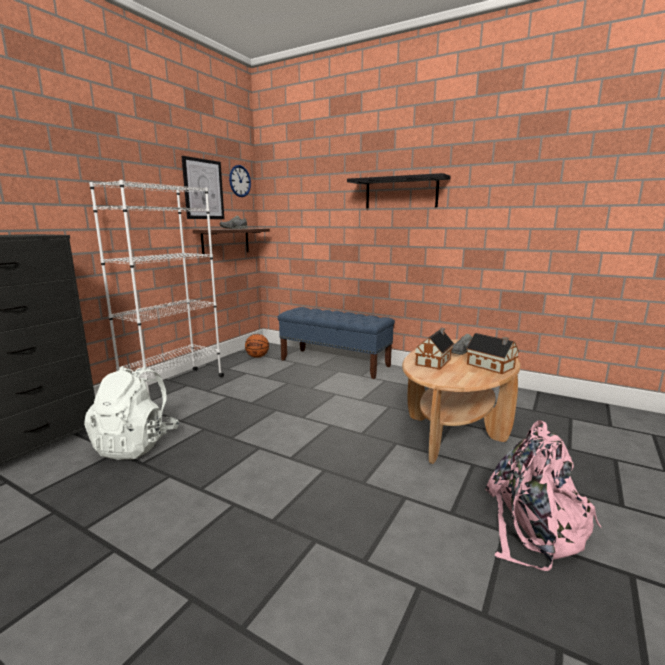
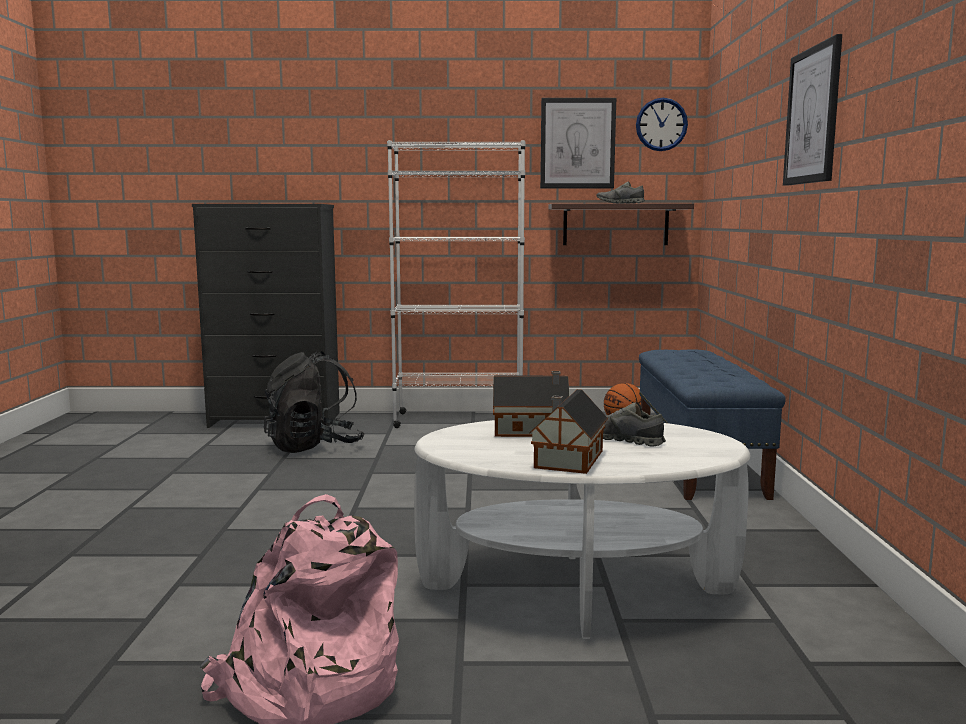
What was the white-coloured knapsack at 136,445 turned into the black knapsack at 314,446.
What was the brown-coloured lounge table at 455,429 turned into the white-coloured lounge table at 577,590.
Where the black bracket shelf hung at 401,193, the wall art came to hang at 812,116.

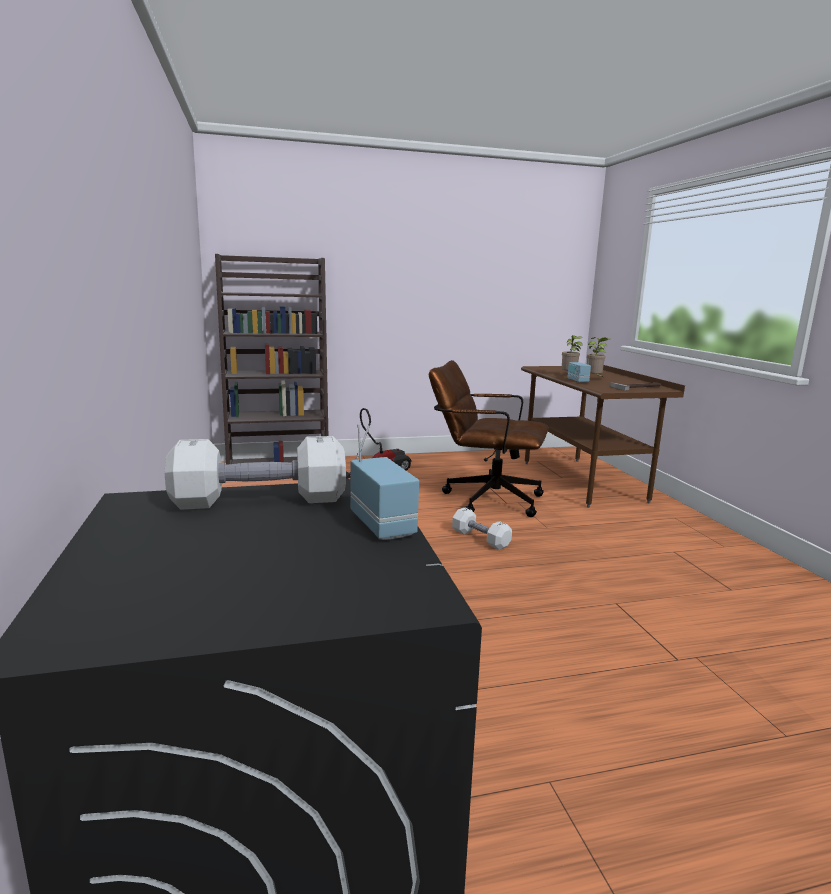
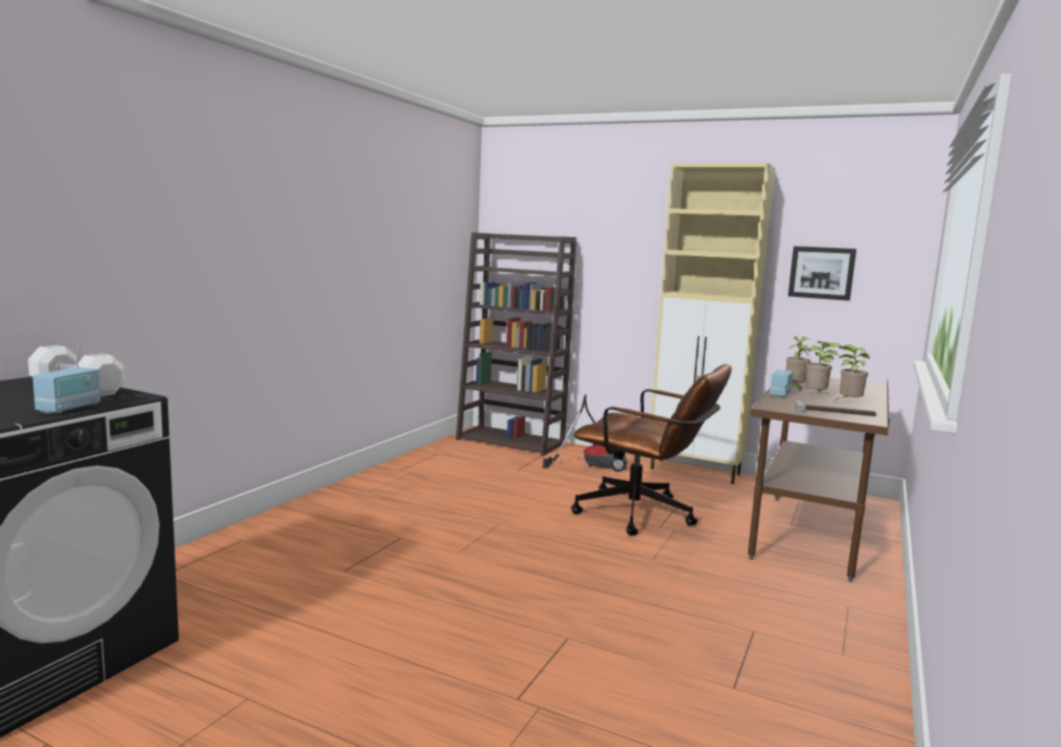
The brown-coloured desk chair at 484,498 ended up facing another way, 150 degrees clockwise from before.
The second view gained the beige-coloured cabinet at 696,472.
The second view gained the wall art at 821,273.
The second view gained the potted plant at 848,403.
The second view lost the white-coloured hand weight at 480,539.

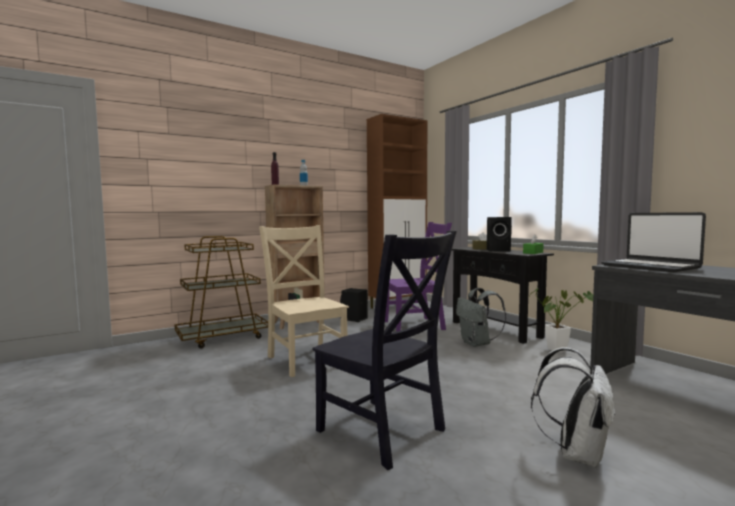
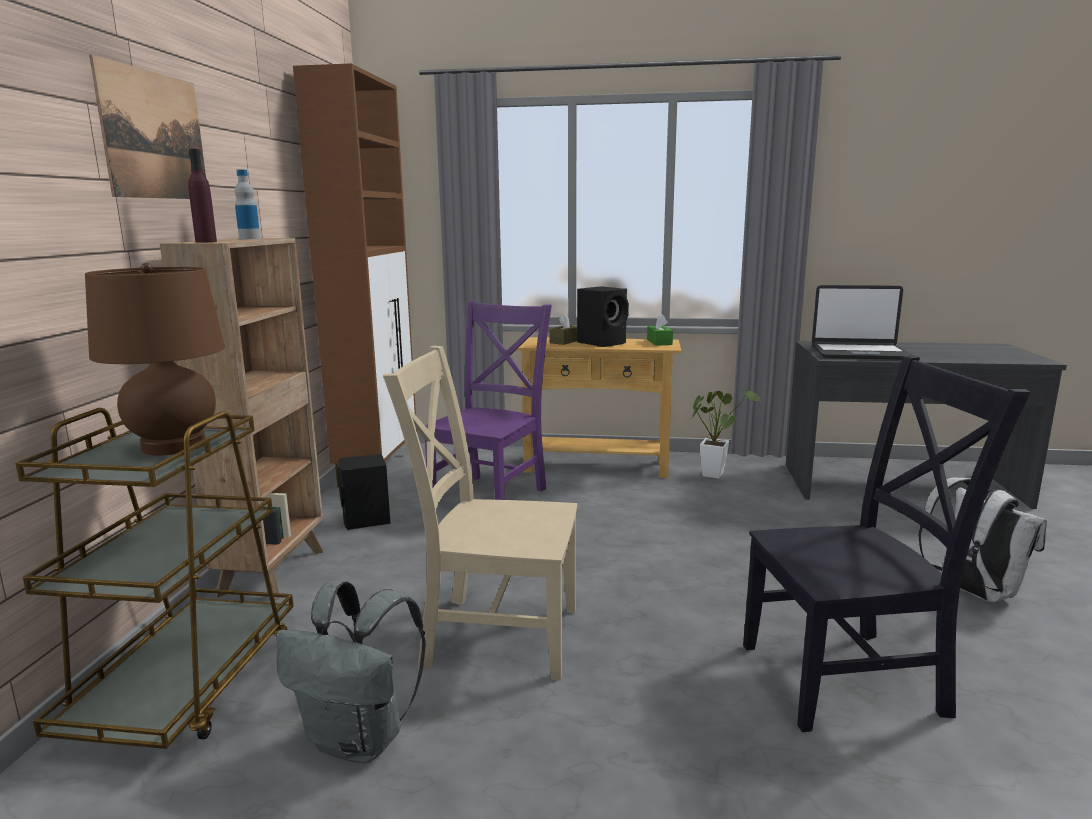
The second view gained the brown-coloured lamp for a table at 174,446.
The second view gained the wall art at 154,135.
The gray knapsack ended up elsewhere, having gone from 477,344 to 360,740.
What was the black hall table at 495,329 turned into the beige-coloured hall table at 596,466.

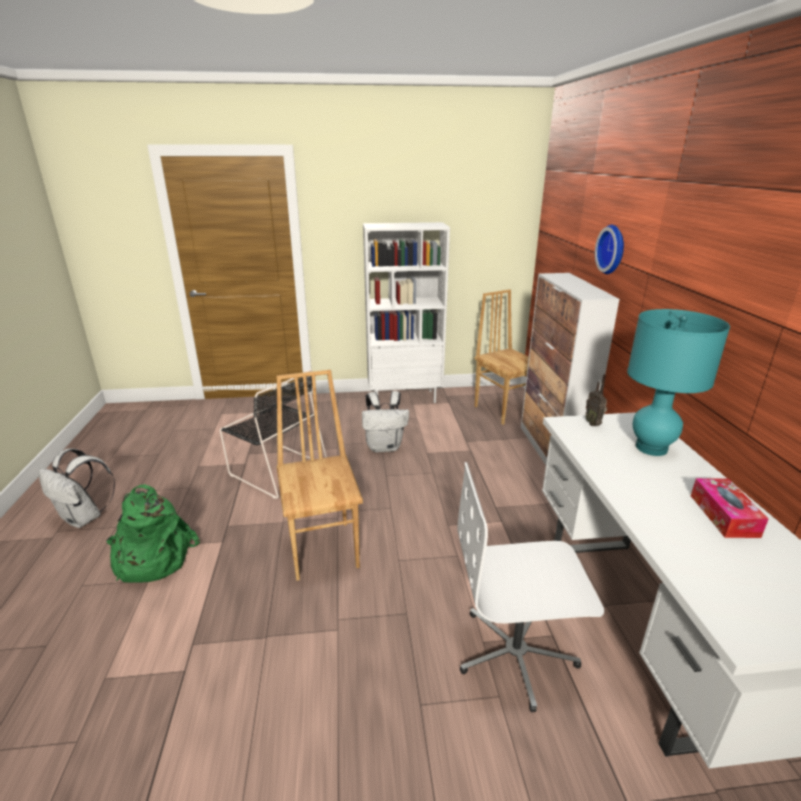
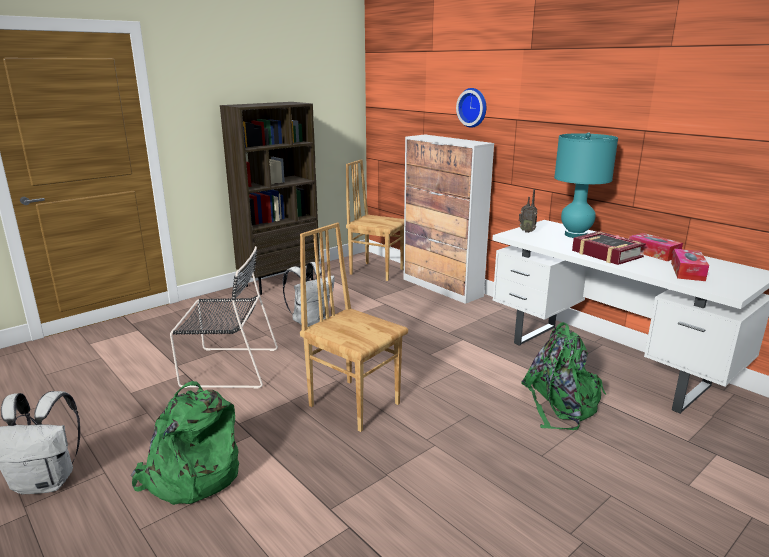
What was the white-coloured bookcase at 405,397 turned into the brown-coloured bookcase at 279,282.
Where the white-coloured desk chair stood at 516,654, the greenish knapsack came to stand at 560,404.
The second view gained the volume at 606,254.
The second view gained the box of tissues at 687,271.

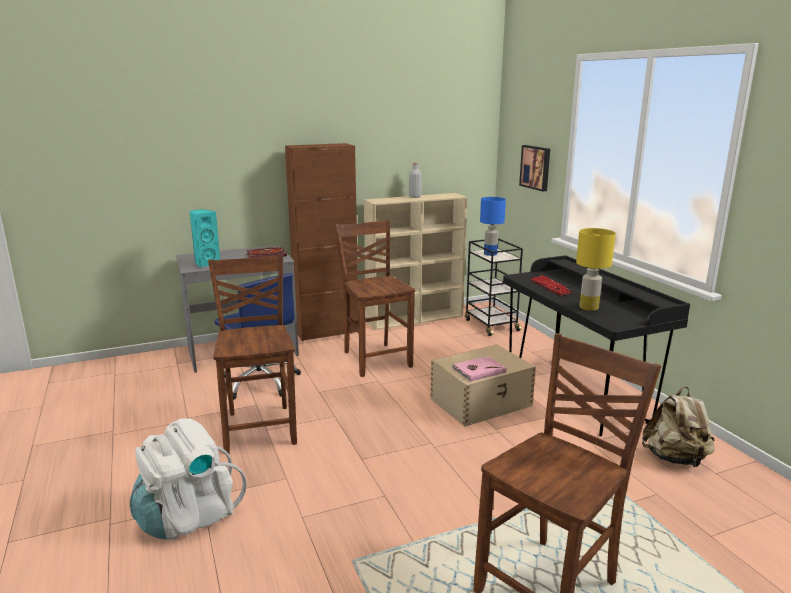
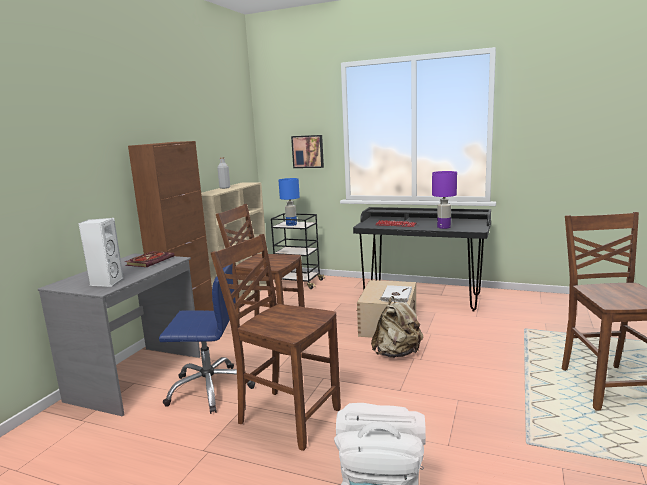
What was the blue-green speaker at 206,263 turned into the white-coloured speaker at 106,282.
The beige-coloured knapsack ended up elsewhere, having gone from 675,458 to 397,354.
What was the pinkish volume at 478,370 turned into the white-coloured volume at 396,296.
What was the yellow lamp for a table at 588,308 turned into the purple lamp for a table at 444,227.

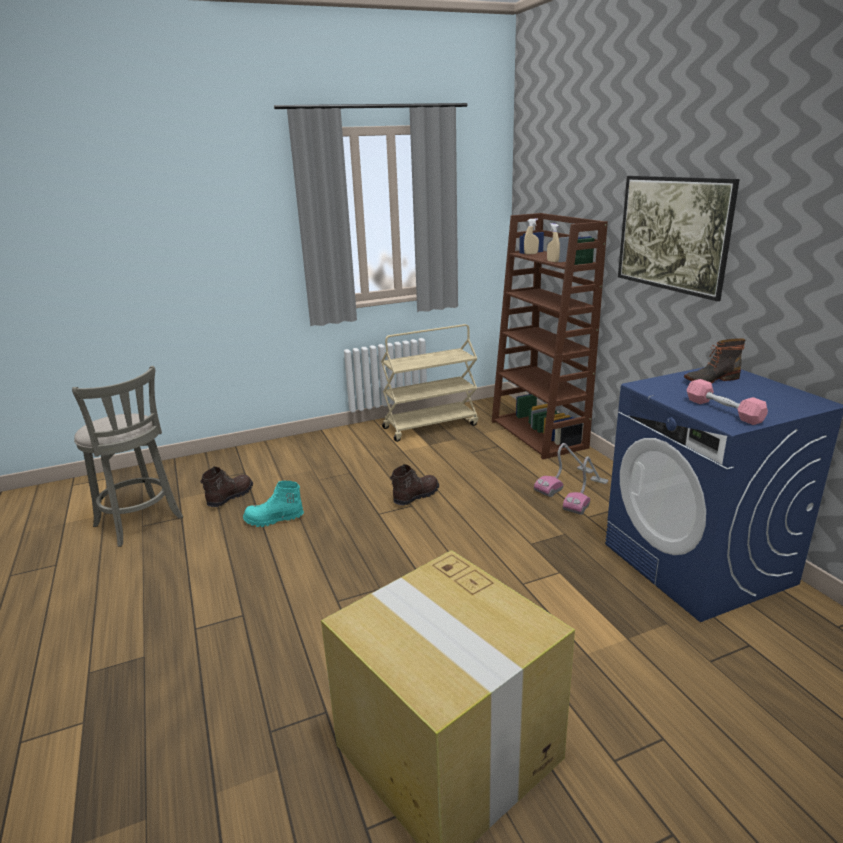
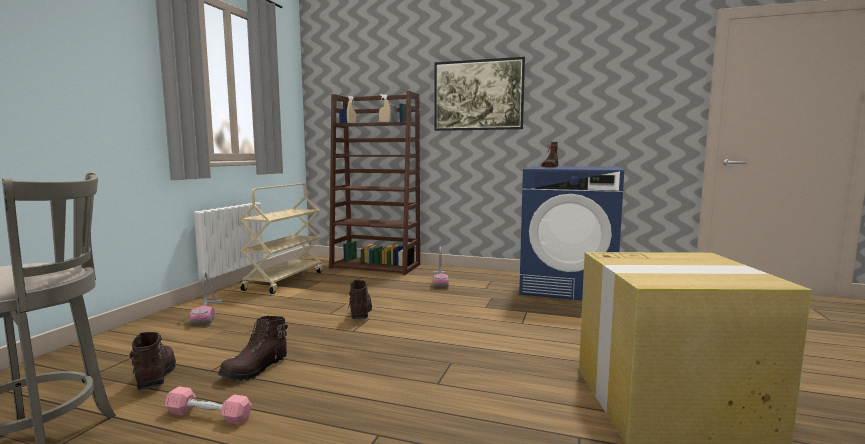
The pinkish hand weight ended up elsewhere, having gone from 723,410 to 209,415.
The vacuum cleaner ended up elsewhere, having gone from 586,496 to 208,312.
What was the blue-green boot at 274,519 turned into the brown-coloured boot at 256,369.

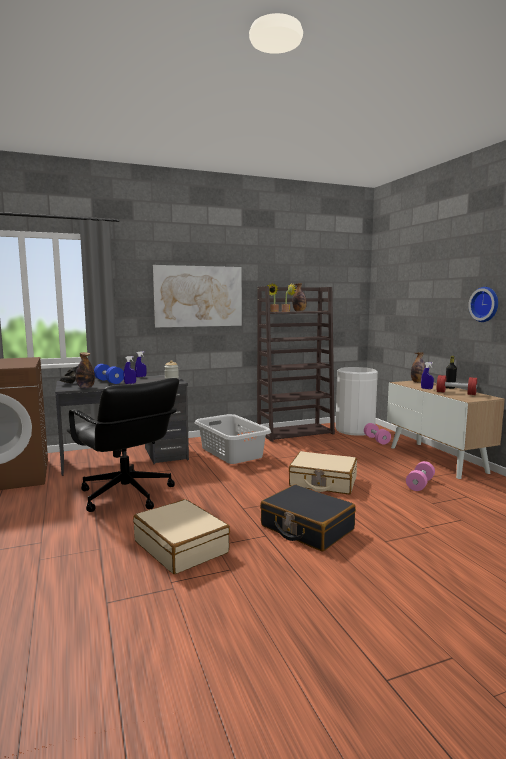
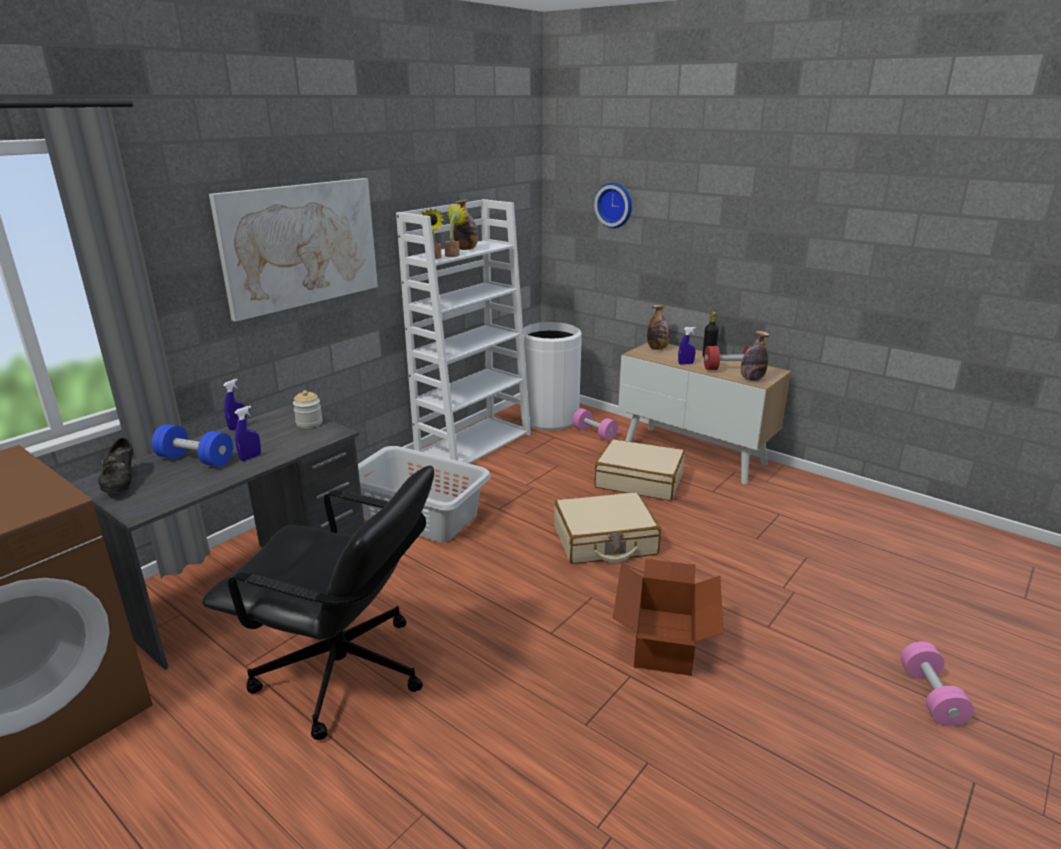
What was the brown-coloured bookcase at 295,432 turned into the white-coloured bookcase at 474,444.
The hanging clock ended up elsewhere, having gone from 485,304 to 615,205.
The beige-coloured travel case ended up elsewhere, having gone from 181,547 to 639,481.
Where the black travel case stood at 306,528, the cardboard box came to stand at 665,640.
The drink bottle ended up elsewhere, having gone from 85,387 to 751,379.
The pinkish hand weight ended up elsewhere, having gone from 420,484 to 930,696.

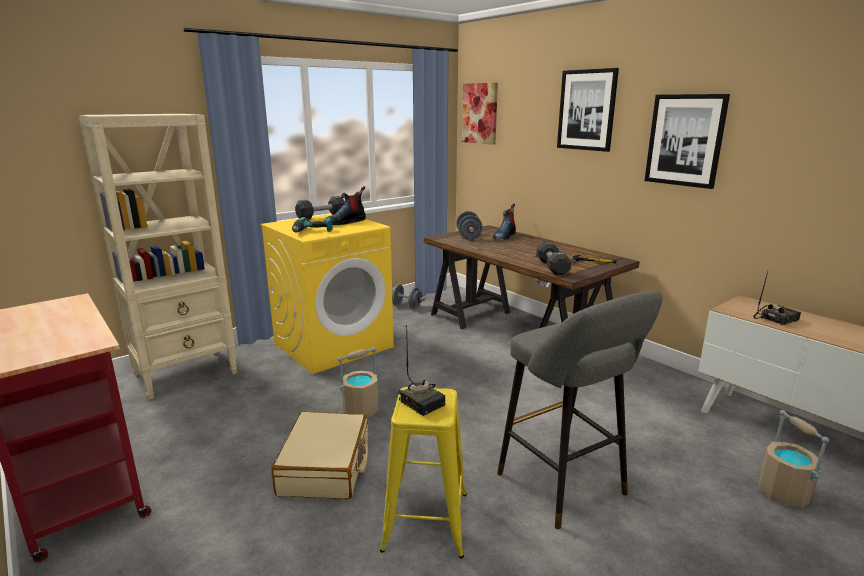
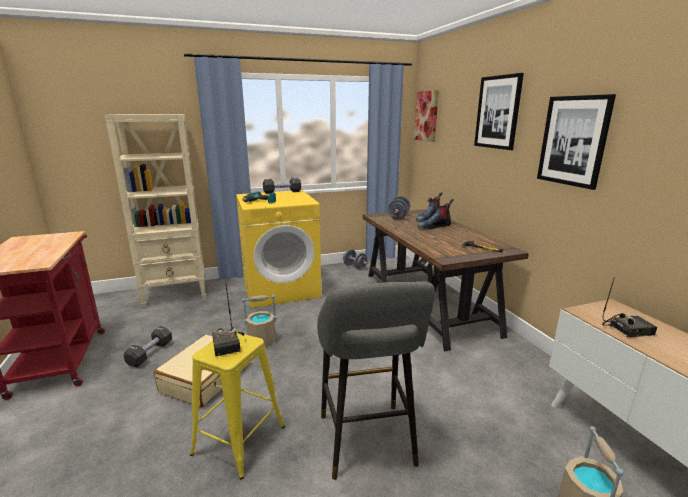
The black hand weight ended up elsewhere, having gone from 552,267 to 150,353.
The boot ended up elsewhere, having gone from 345,222 to 434,226.

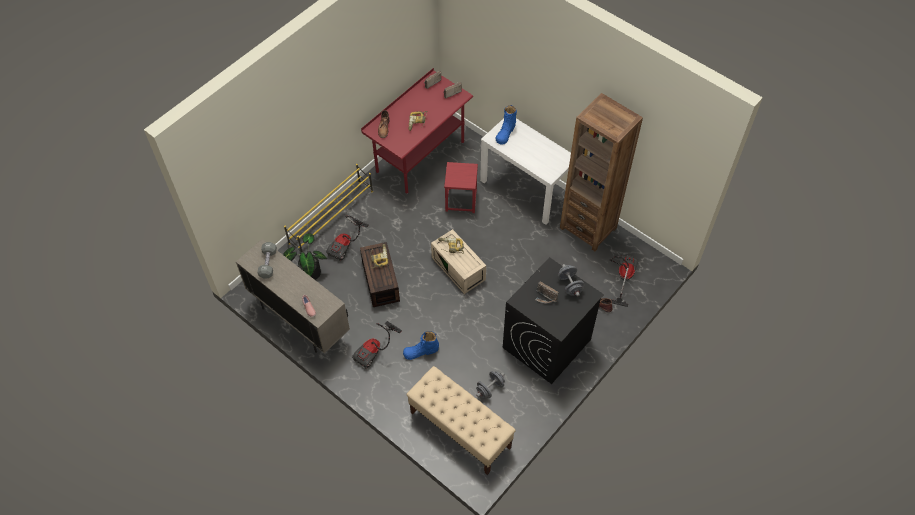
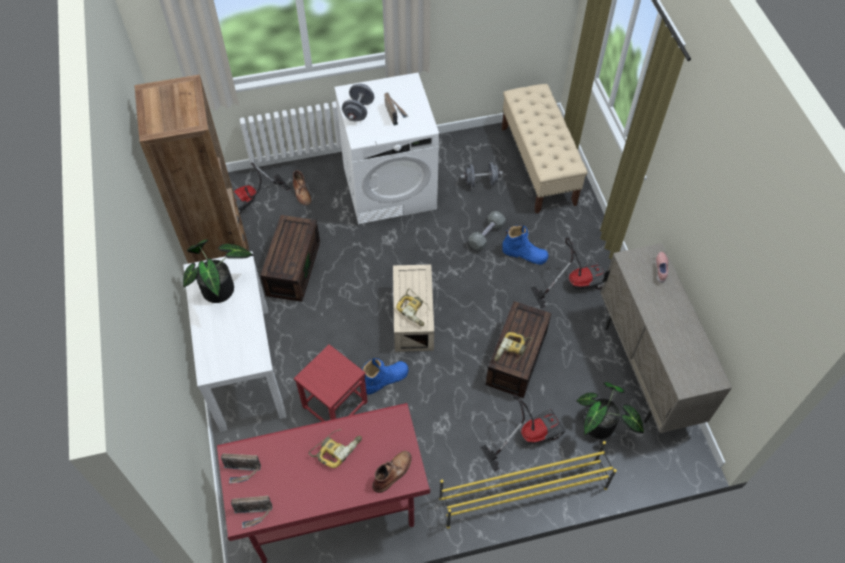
The second view gained the potted plant at 222,290.
The second view gained the brown-coloured storage bin at 292,267.
What was the black laundry appliance at 546,344 turned into the white-coloured laundry appliance at 390,188.
The bluish boot ended up elsewhere, having gone from 506,132 to 385,379.
The gray hand weight ended up elsewhere, having gone from 268,263 to 486,235.

